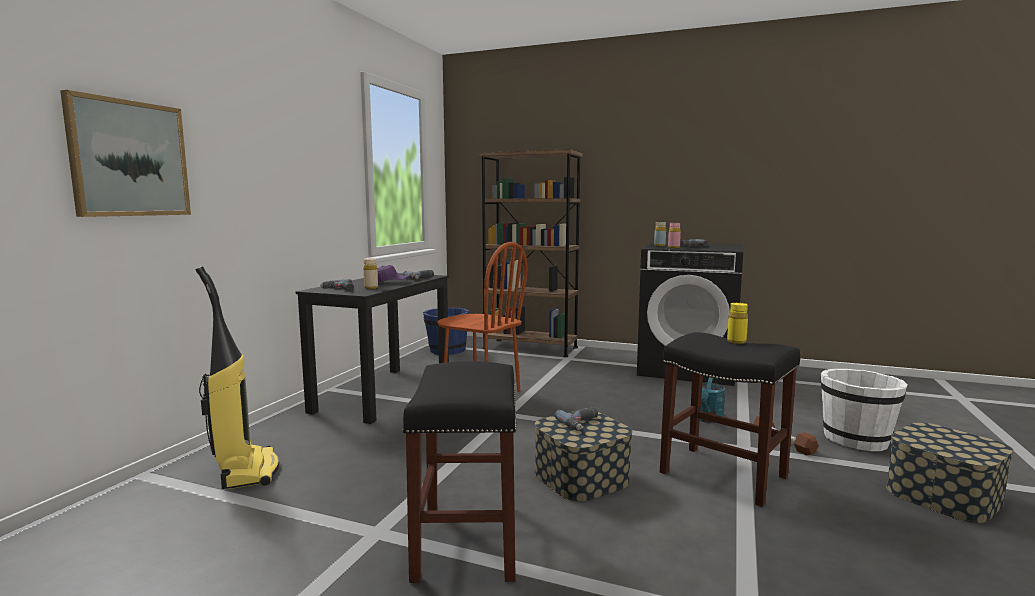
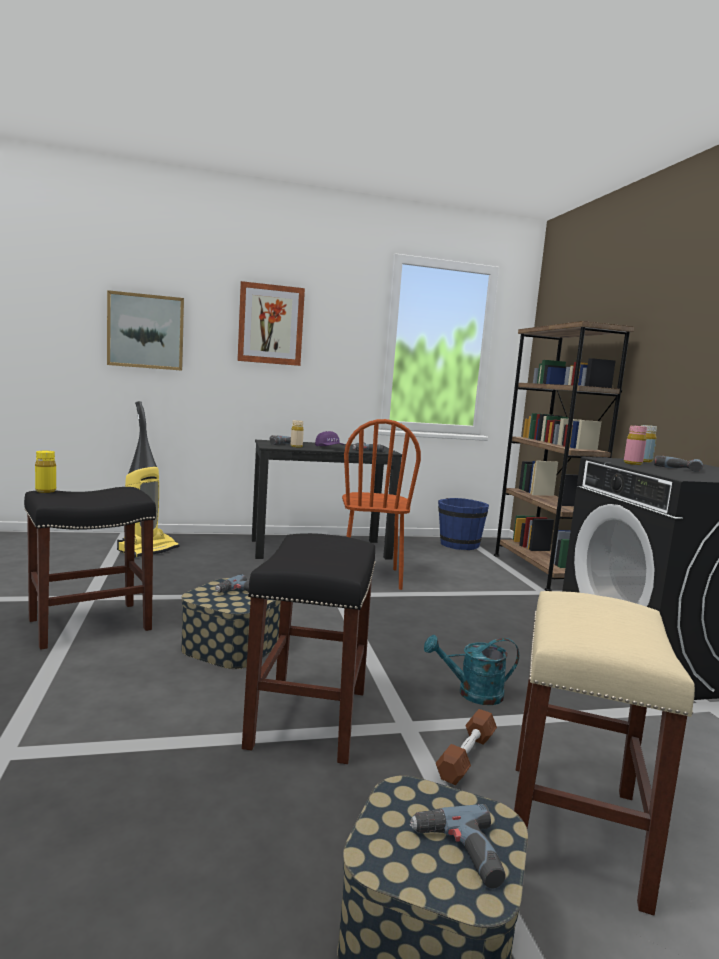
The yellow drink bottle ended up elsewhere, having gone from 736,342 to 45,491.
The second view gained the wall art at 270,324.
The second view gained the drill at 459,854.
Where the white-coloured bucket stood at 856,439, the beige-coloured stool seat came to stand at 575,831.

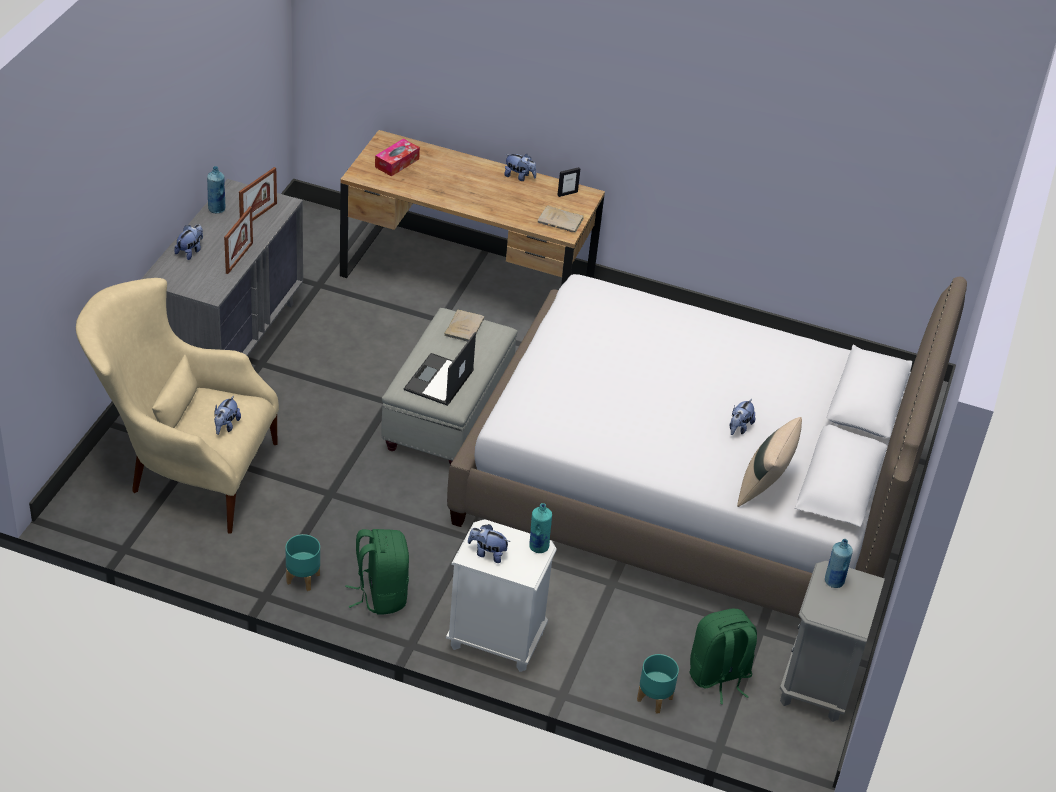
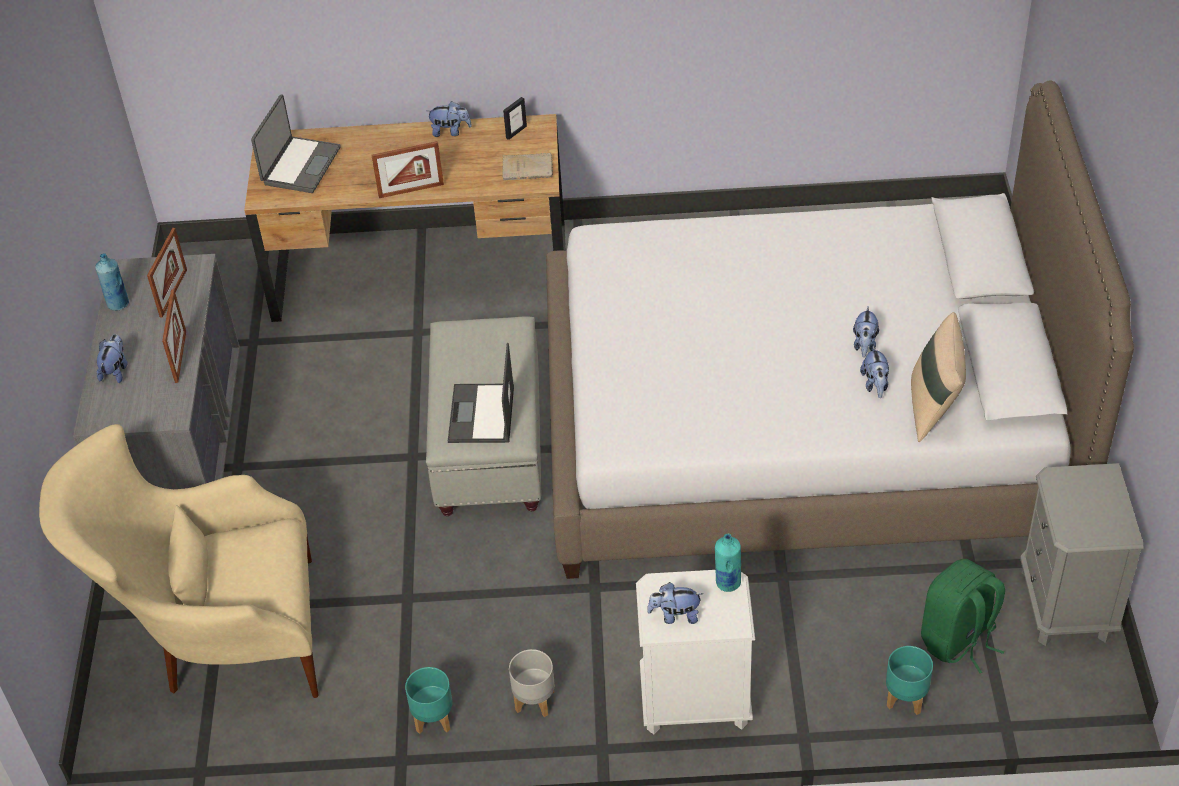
Where the box of tissues stood at 397,163, the portable computer came to stand at 300,166.
The second view gained the standing frame at 411,190.
Where the greenish knapsack stood at 380,595, the gray planter came to stand at 534,701.
The plush toy ended up elsewhere, having gone from 226,426 to 875,385.
The second view lost the beige-coloured volume at 464,327.
The second view lost the bluish drink bottle at 833,581.

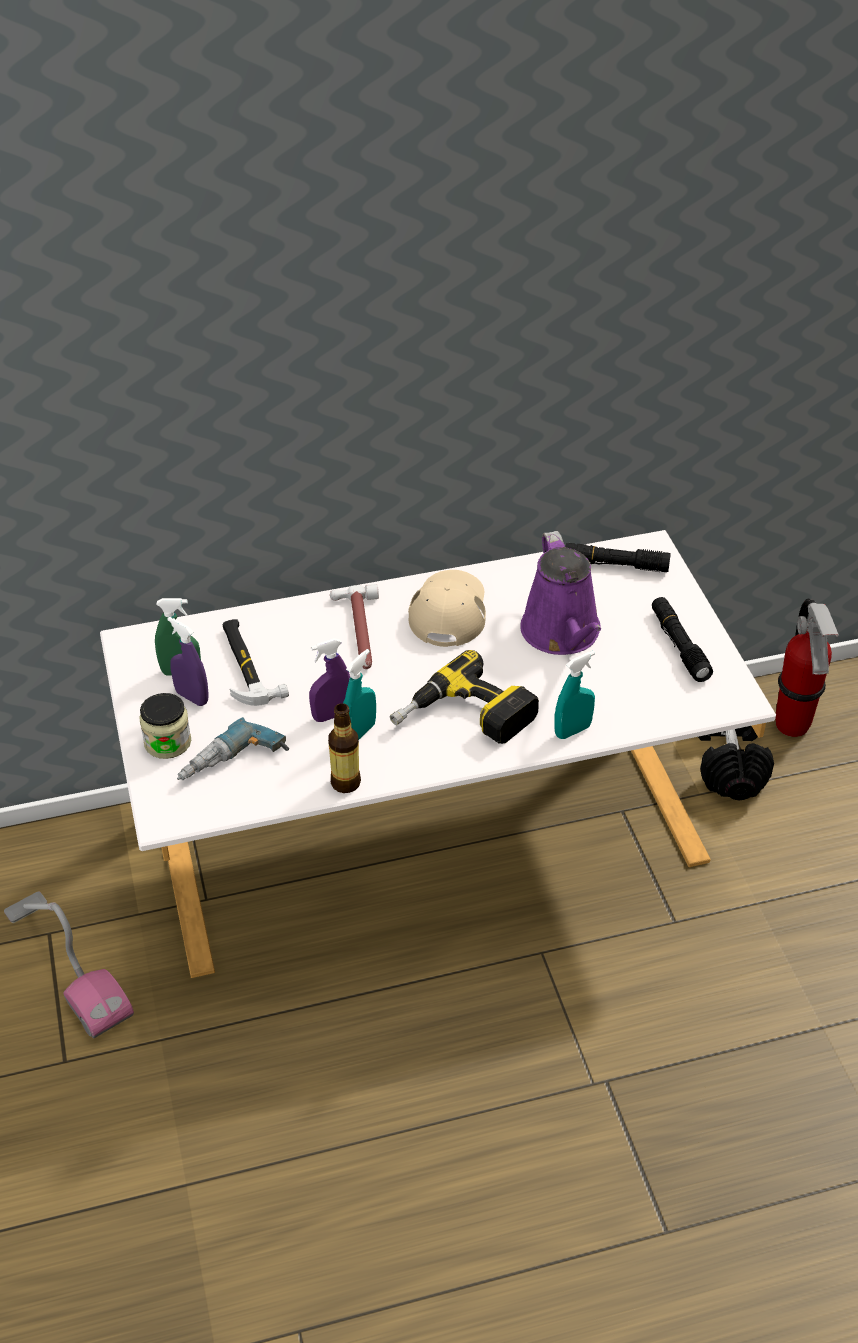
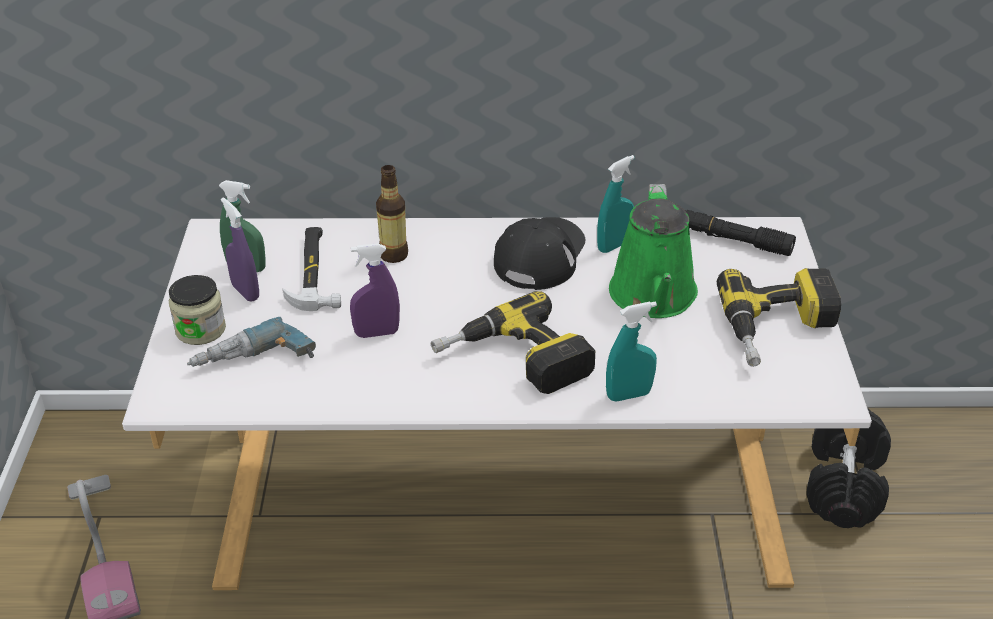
The drink bottle ended up elsewhere, having gone from 345,782 to 393,255.
What was the beige-coloured peaked cap at 448,610 turned into the black peaked cap at 540,255.
The blue-green sprayer ended up elsewhere, having gone from 360,732 to 614,245.
What was the purple sprinkling can at 563,634 turned into the greenish sprinkling can at 653,297.
Where the black flashlight stood at 679,645, the drill came to stand at 779,330.
The second view lost the hand hammer at 359,632.
The second view lost the fire extinguisher at 792,726.

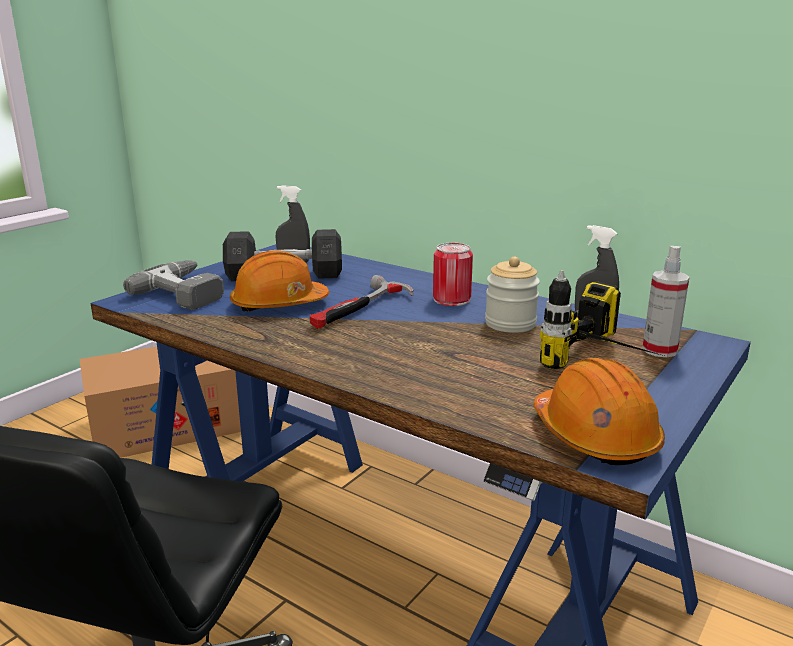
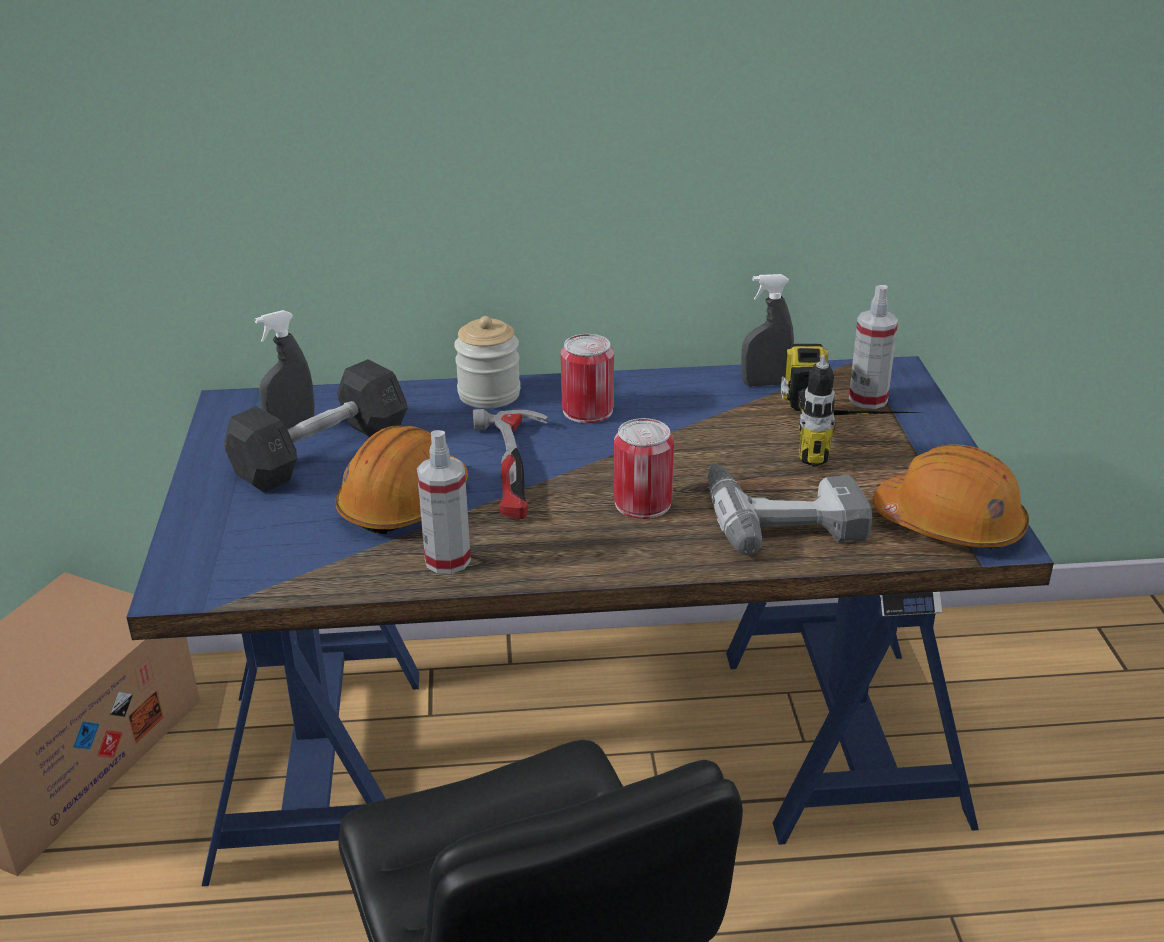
The second view gained the sprayer at 447,560.
The storage jar ended up elsewhere, having gone from 510,323 to 489,394.
The second view gained the sealed can at 642,503.
The drill ended up elsewhere, having gone from 188,292 to 781,515.

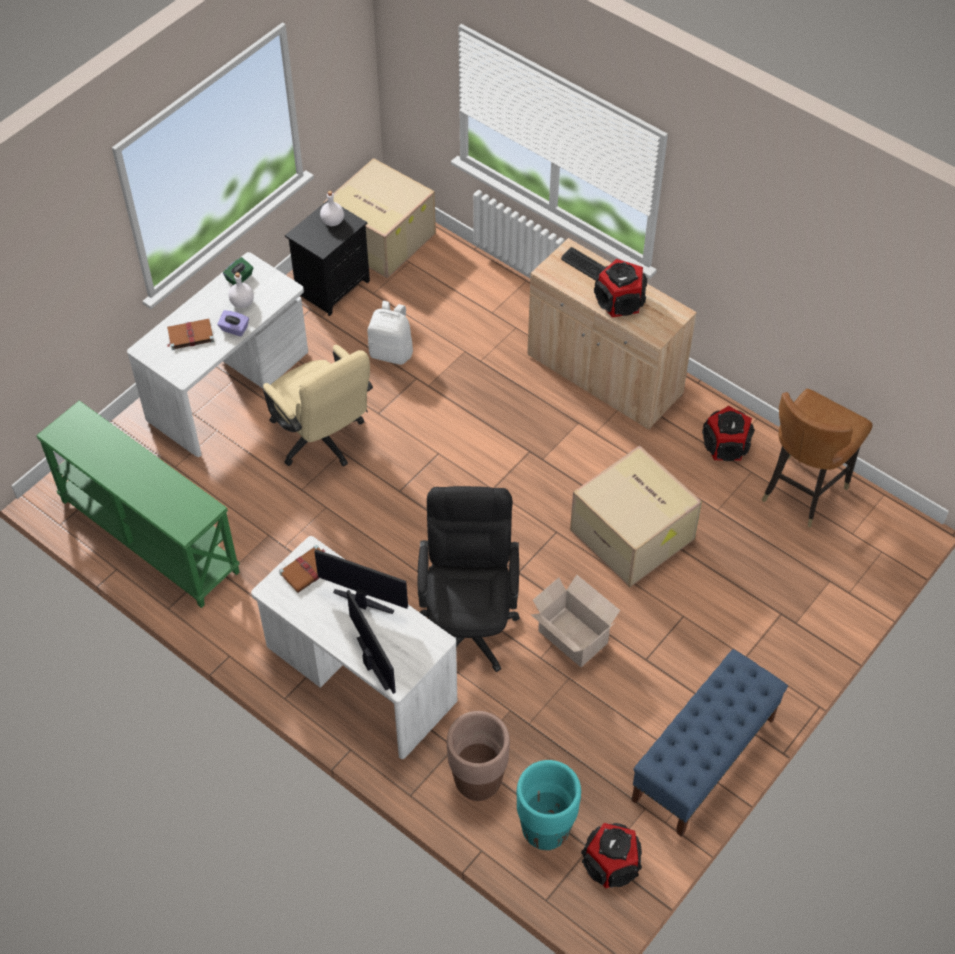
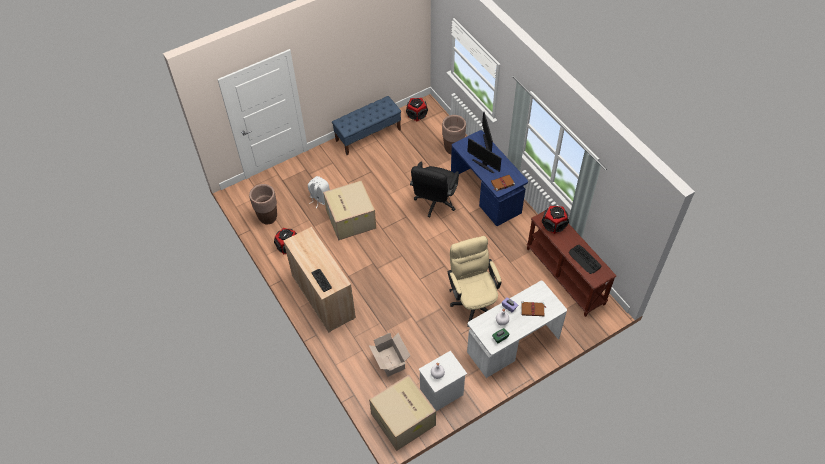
Where the brown-coloured plain chair stood at 802,490, the brown-coloured planter came to stand at 268,217.
The white-coloured knapsack ended up elsewhere, having gone from 391,352 to 319,199.
The cardboard box ended up elsewhere, having gone from 571,635 to 390,362.
What was the black bedside table at 332,286 turned into the white-coloured bedside table at 441,393.
What was the white-coloured desk table at 359,677 turned into the bluish desk table at 486,194.
What was the greenish hall table at 148,537 turned into the brown-coloured hall table at 565,276.
The speaker ended up elsewhere, having gone from 620,302 to 553,224.
The second view gained the keyboard at 584,259.
The second view lost the blue-green planter at 545,831.

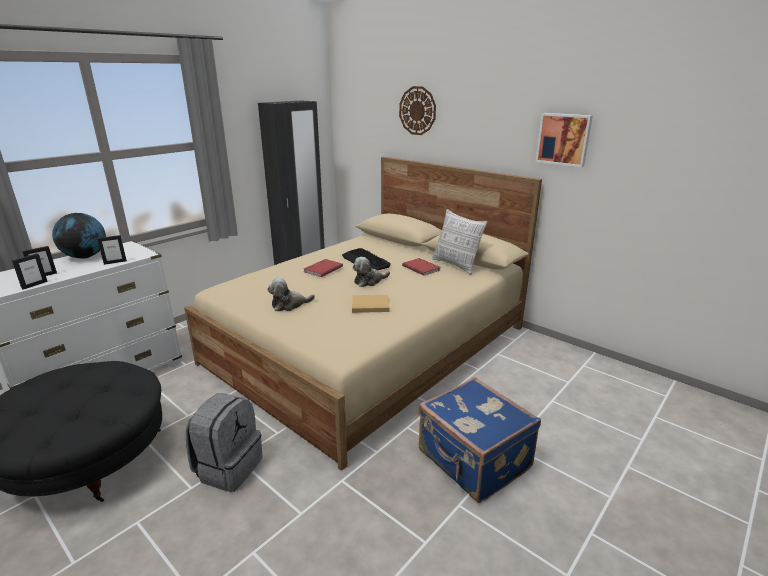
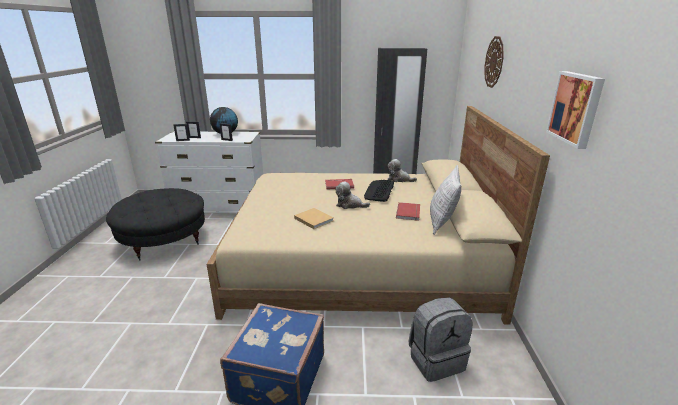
The plush toy ended up elsewhere, having gone from 289,305 to 399,179.
The gray knapsack ended up elsewhere, having gone from 228,467 to 435,360.

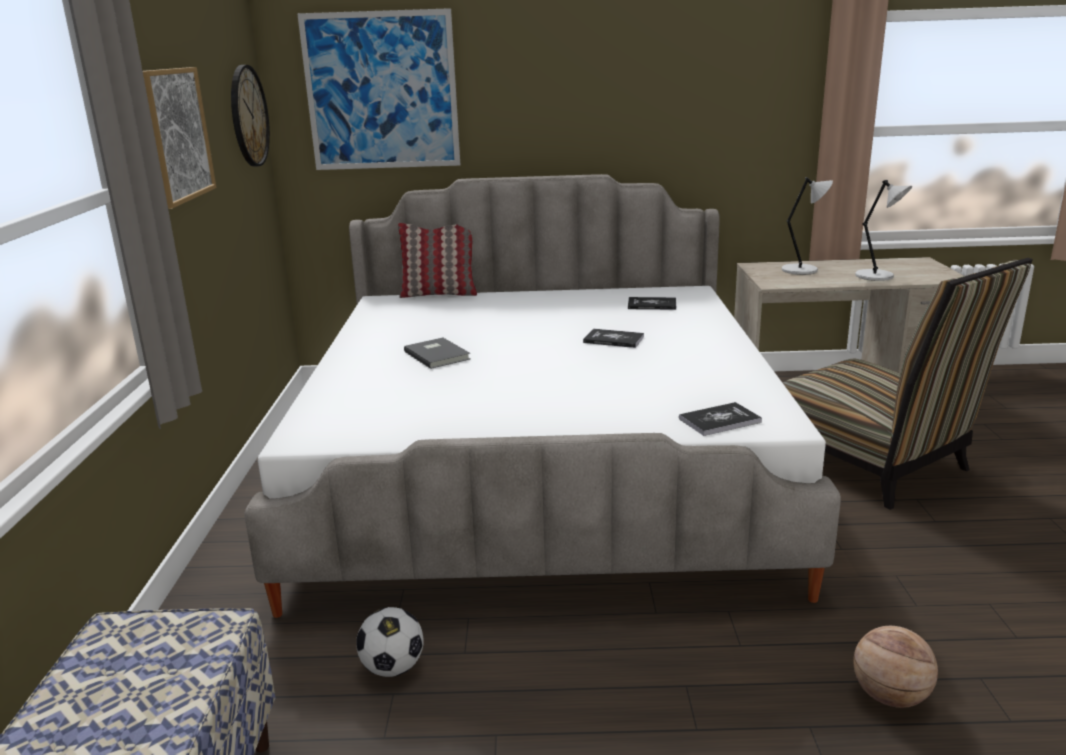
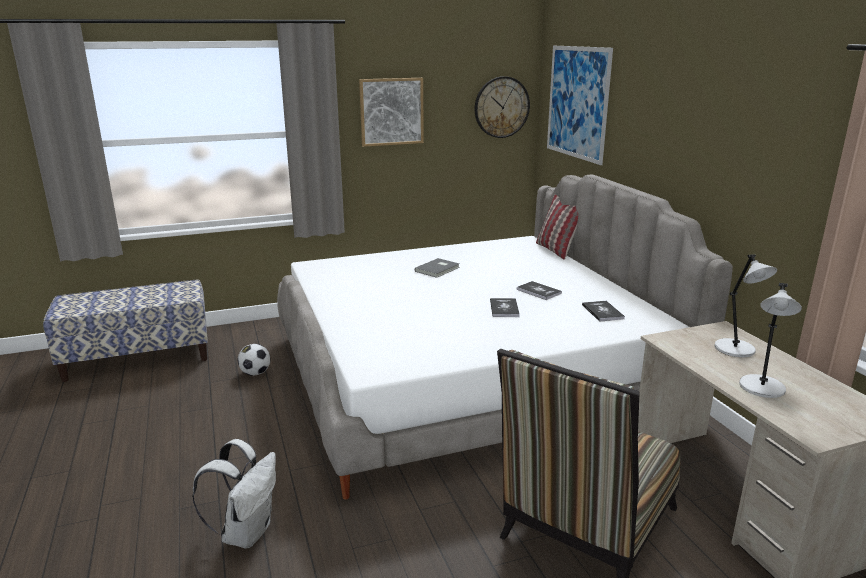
Where the basketball stood at 890,697, the white-coloured knapsack came to stand at 246,532.
The volume ended up elsewhere, having gone from 719,420 to 538,291.

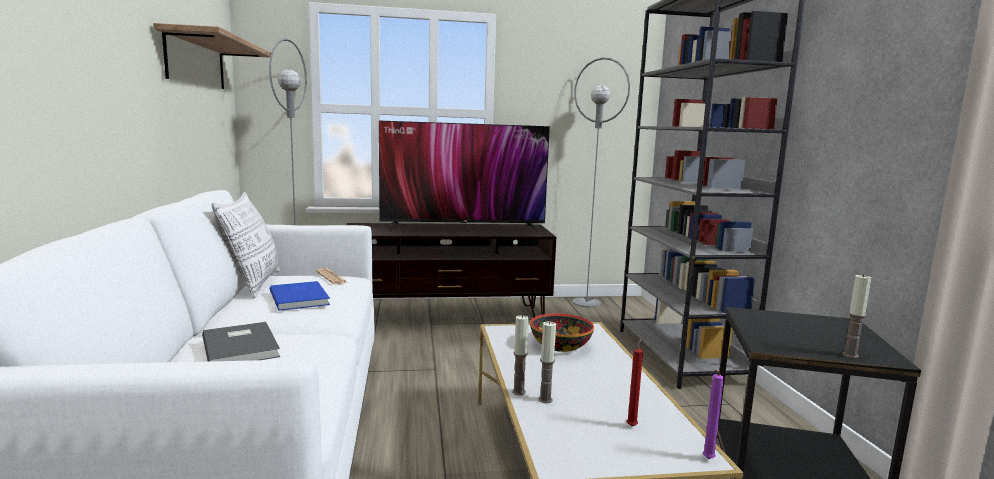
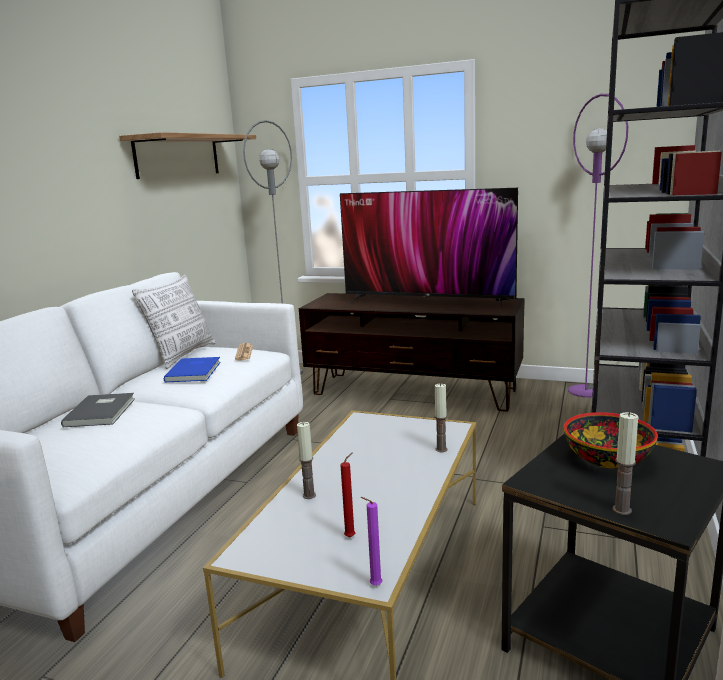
The wax light ended up elsewhere, having gone from 518,392 to 441,449.
The bowl ended up elsewhere, having gone from 560,345 to 608,458.
What was the gray standard lamp at 586,302 turned into the purple standard lamp at 586,391.

